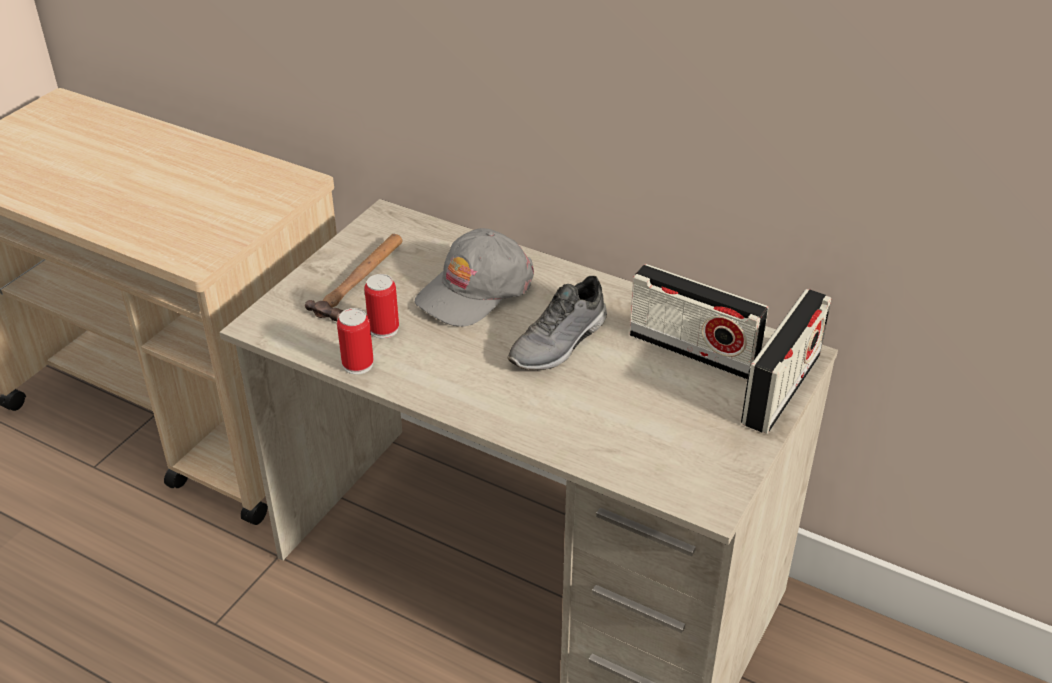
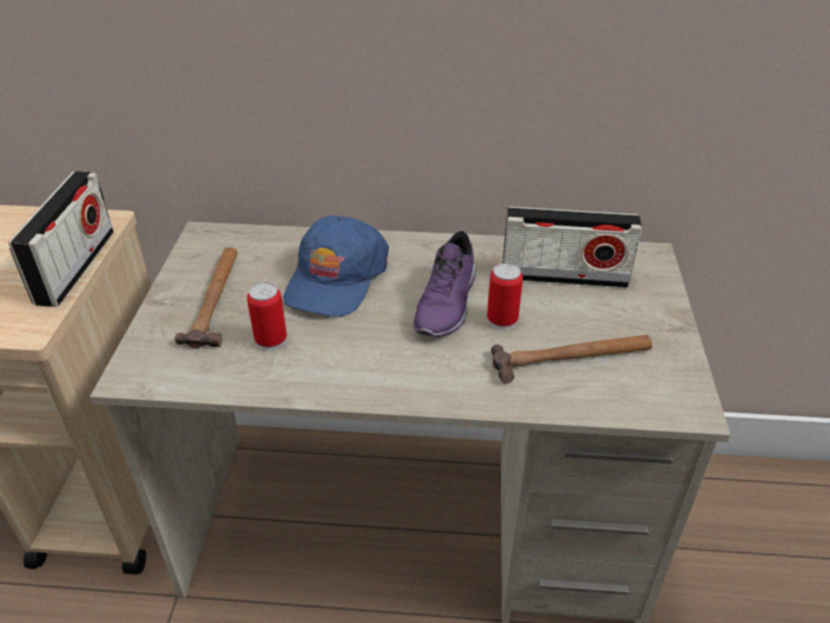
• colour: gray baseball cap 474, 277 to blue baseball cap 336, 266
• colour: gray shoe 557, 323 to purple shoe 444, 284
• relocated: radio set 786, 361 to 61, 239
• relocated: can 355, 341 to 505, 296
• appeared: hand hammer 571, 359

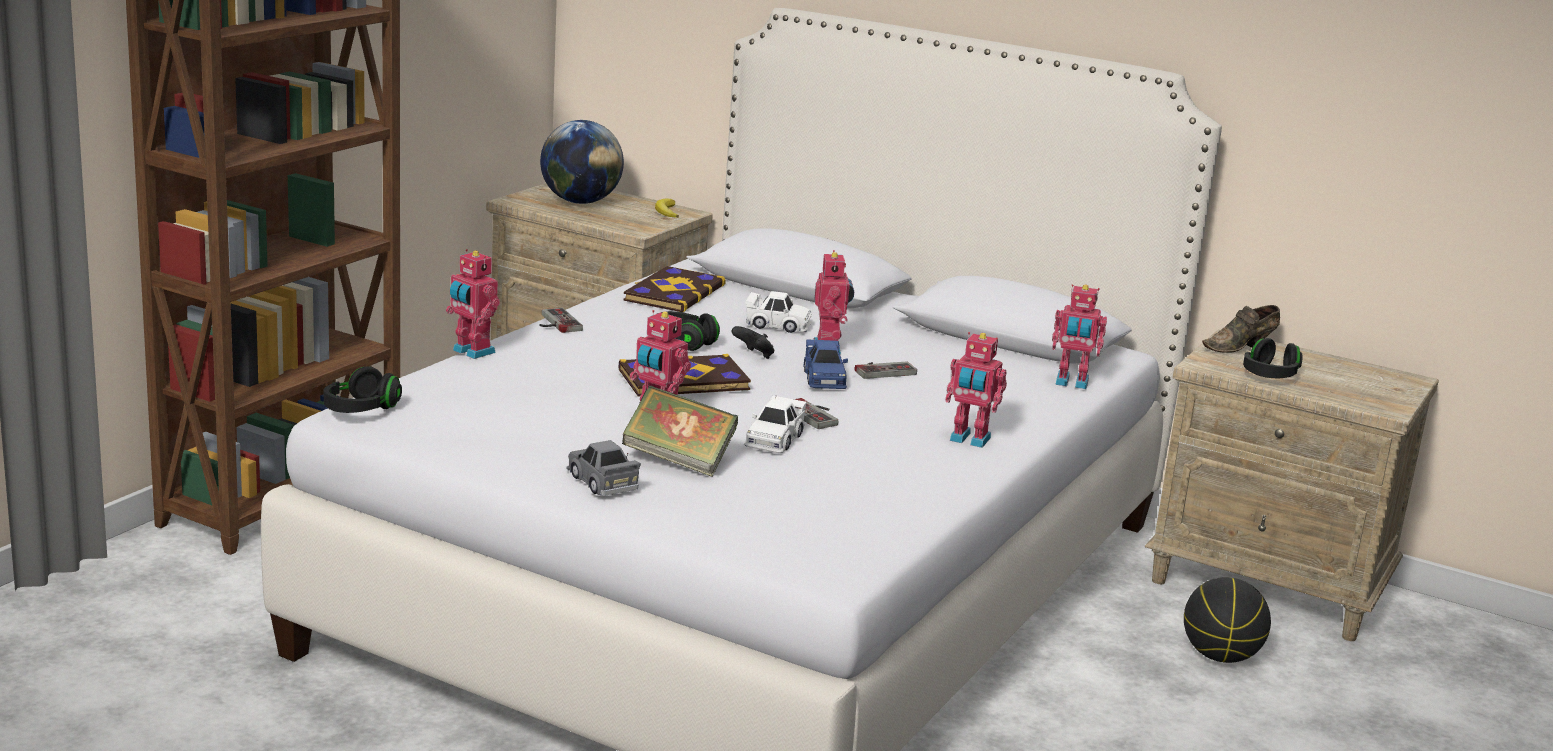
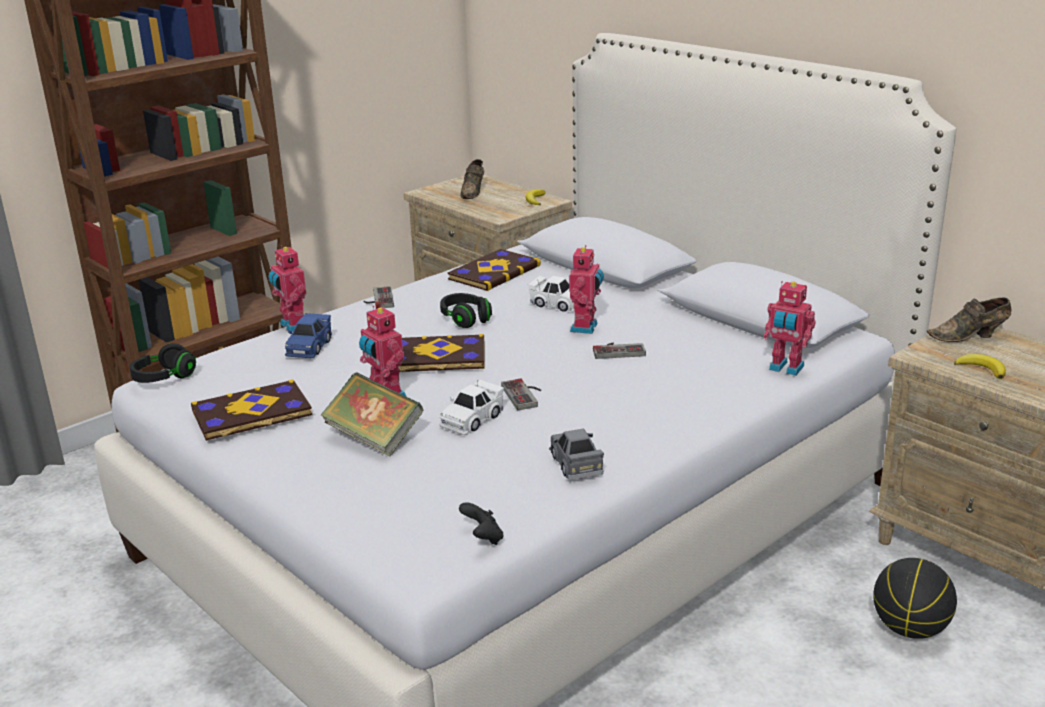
• exchanged: globe 582, 162 to brown shoe 472, 179
• relocated: black game controller 753, 342 to 481, 523
• missing: robot figure 976, 390
• relocated: blue toy car 825, 363 to 308, 335
• exchanged: black headset 1273, 358 to banana fruit 980, 366
• relocated: gray toy car 603, 468 to 576, 454
• appeared: bound book 252, 410

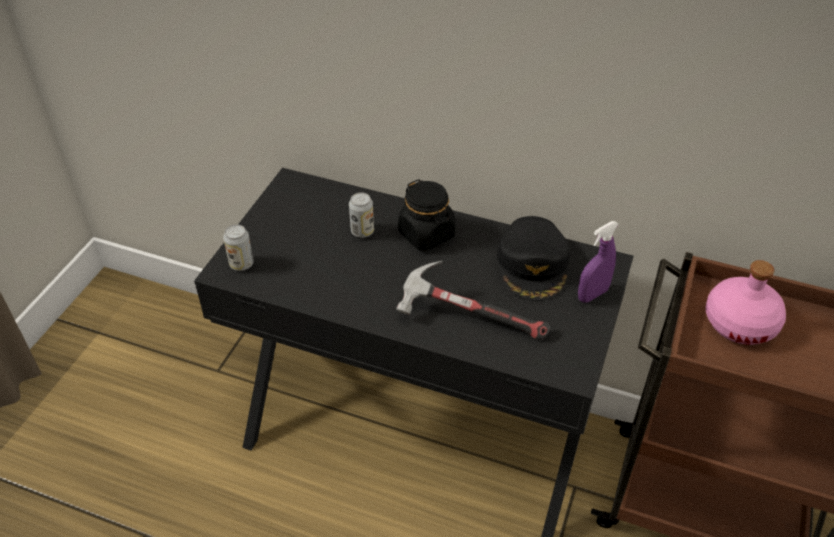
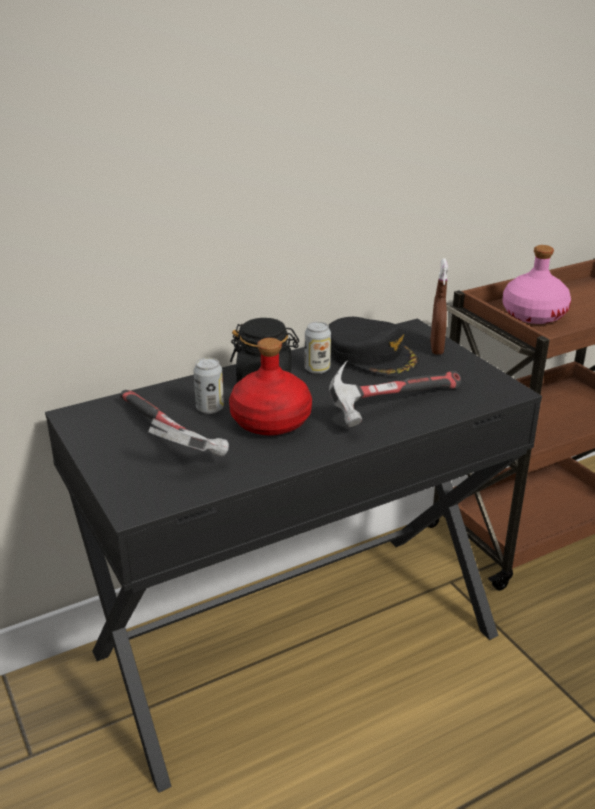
• colour: purple spray bottle 598, 262 to brown spray bottle 439, 306
• relocated: can 238, 247 to 318, 348
• appeared: red-coloured beverage bottle 270, 387
• appeared: hand hammer 174, 423

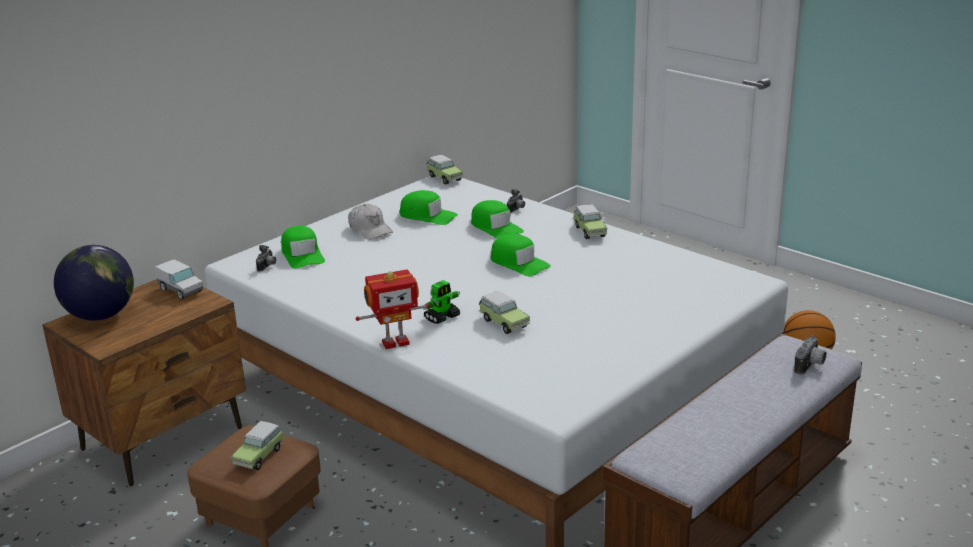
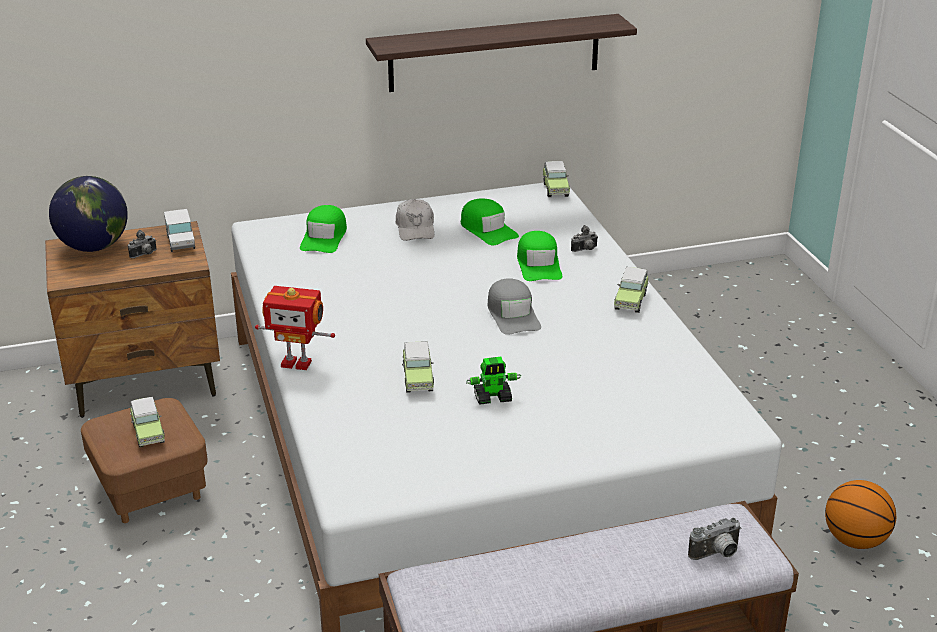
• colour: greenish baseball cap 521, 255 to gray baseball cap 514, 306
• relocated: photo camera 266, 258 to 142, 244
• relocated: robot figure 441, 302 to 493, 381
• spun: toy car 257, 445 = 147, 422 75 degrees counterclockwise
• appeared: shelf 501, 53

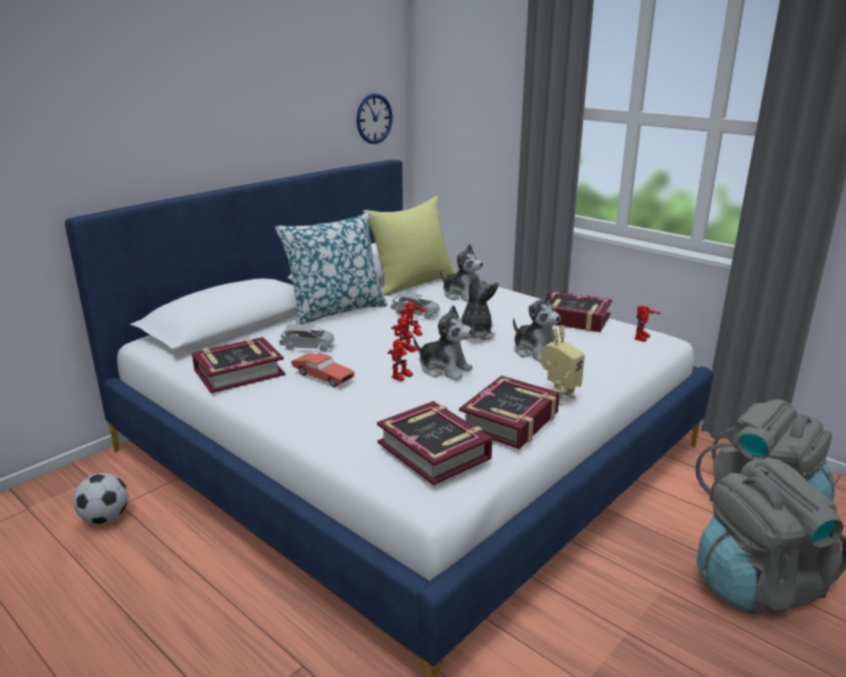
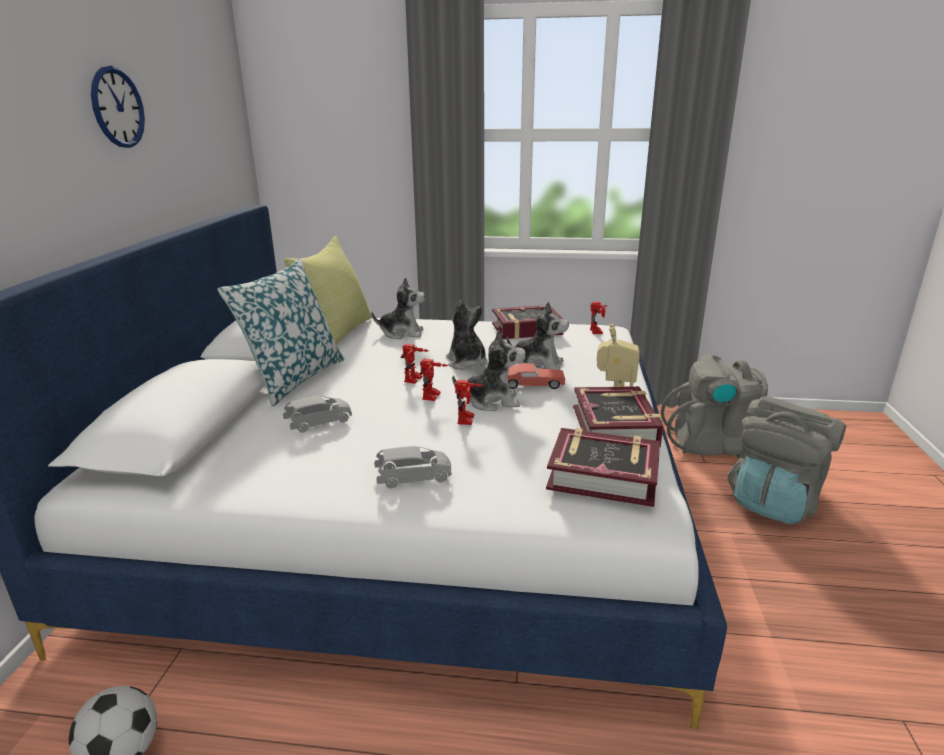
• relocated: hanging clock 374, 118 to 118, 106
• relocated: gray toy car 415, 305 to 413, 467
• missing: bound book 238, 365
• relocated: red-coloured toy car 323, 370 to 536, 376

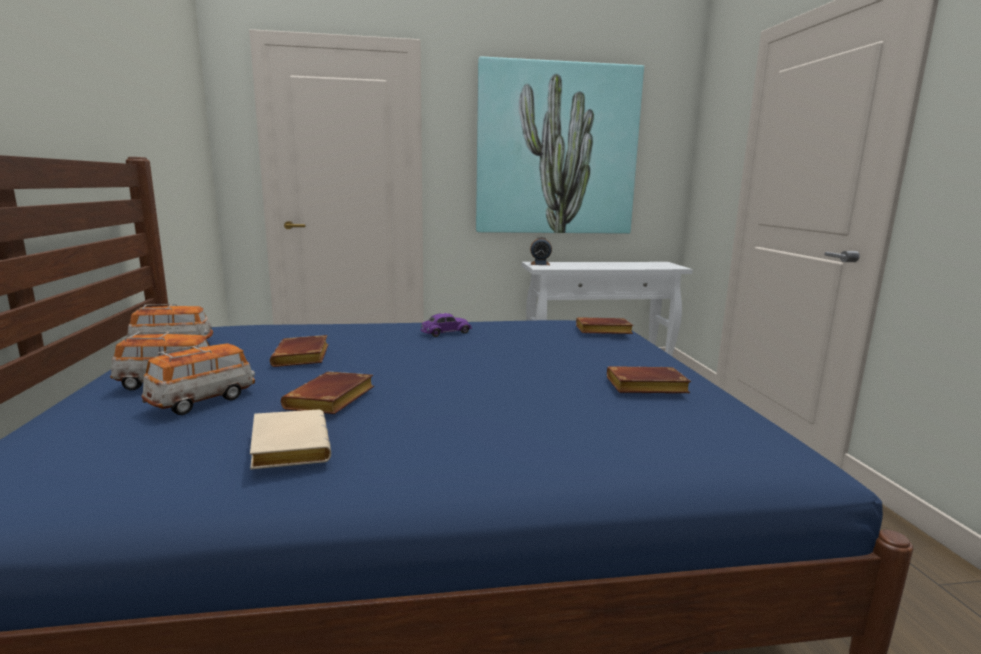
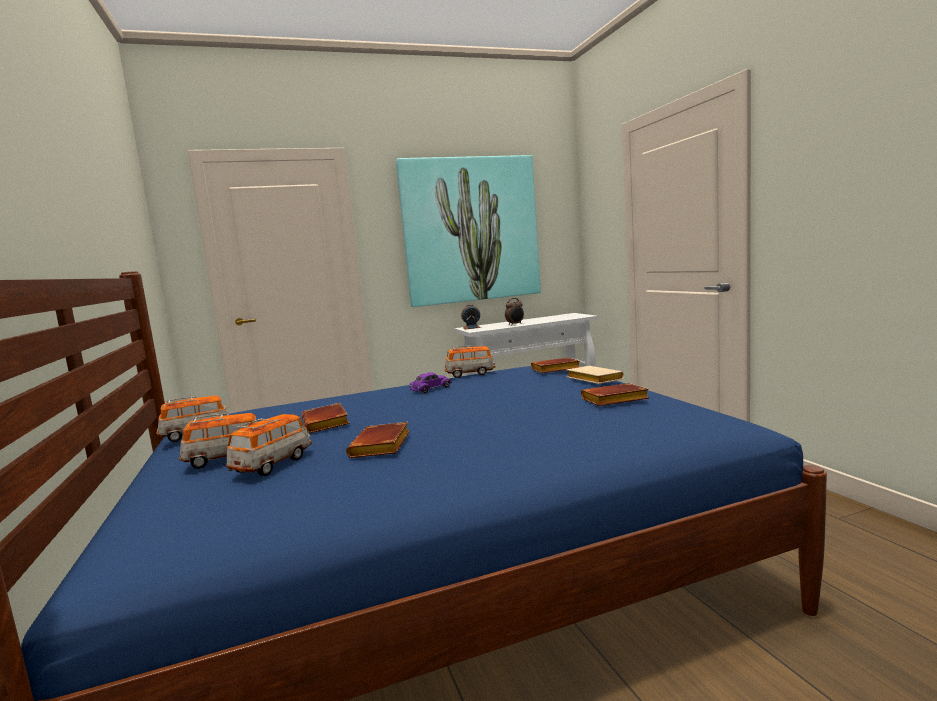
• relocated: beige bound book 290, 439 to 595, 375
• appeared: alarm clock 514, 311
• appeared: toy car 470, 362

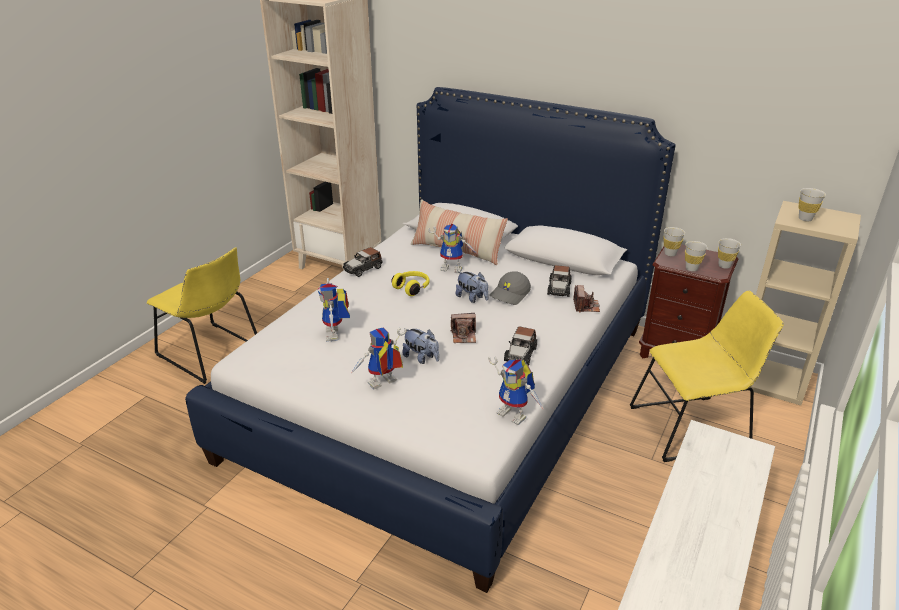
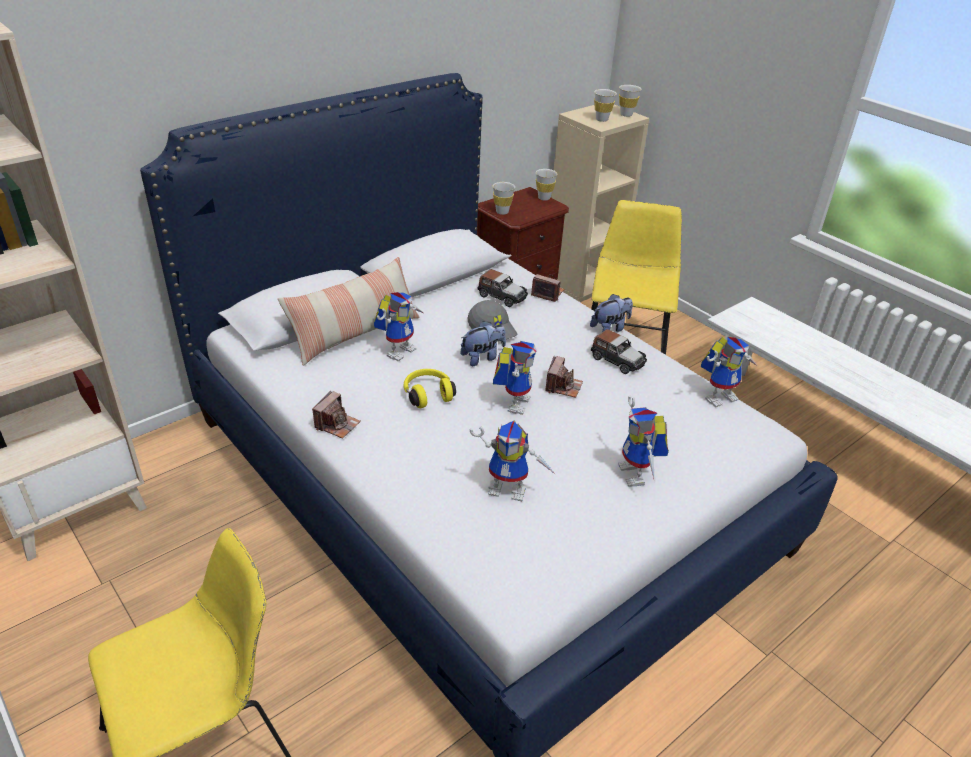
• relocated: white-coloured cup 696, 256 to 630, 101
• exchanged: toy car 363, 262 to photo camera 336, 415
• relocated: cuddly toy 420, 346 to 611, 313
• appeared: robot figure 515, 378

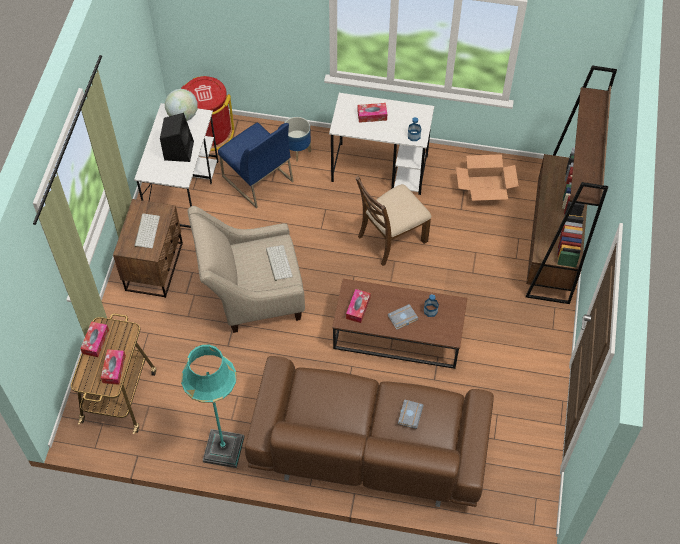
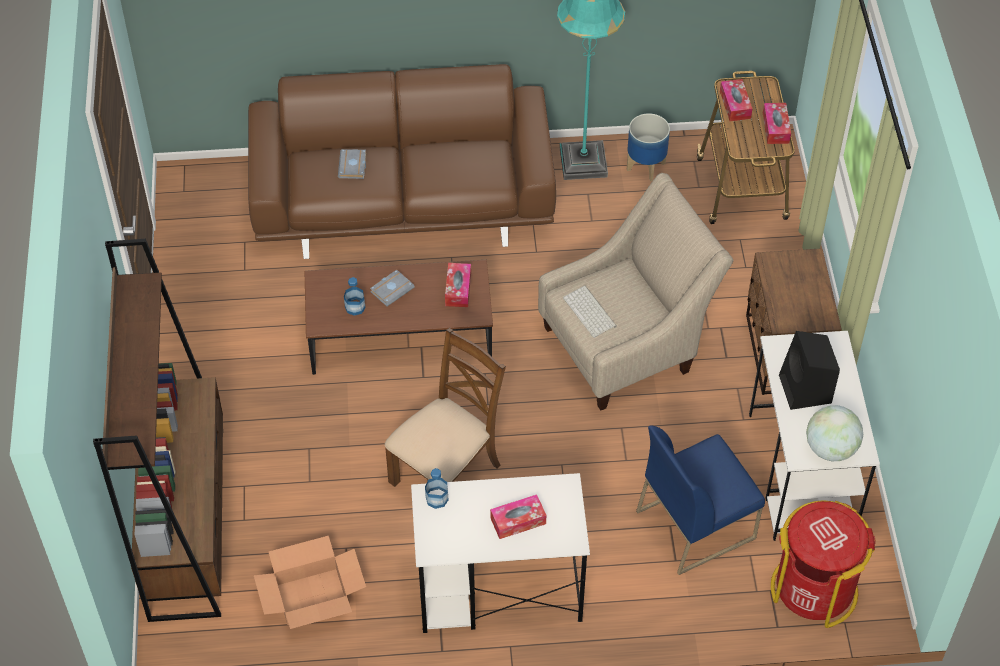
• relocated: planter 298, 139 to 648, 147
• spun: blue plain chair 256, 165 = 700, 500 60 degrees counterclockwise
• missing: computer keyboard 147, 230

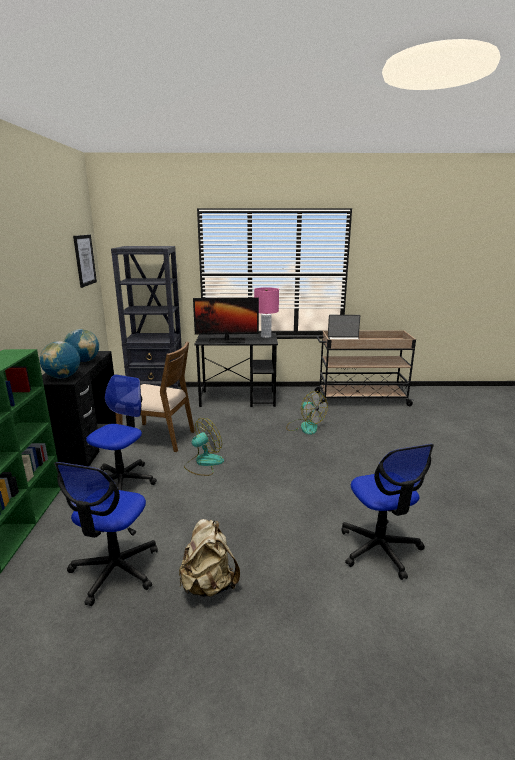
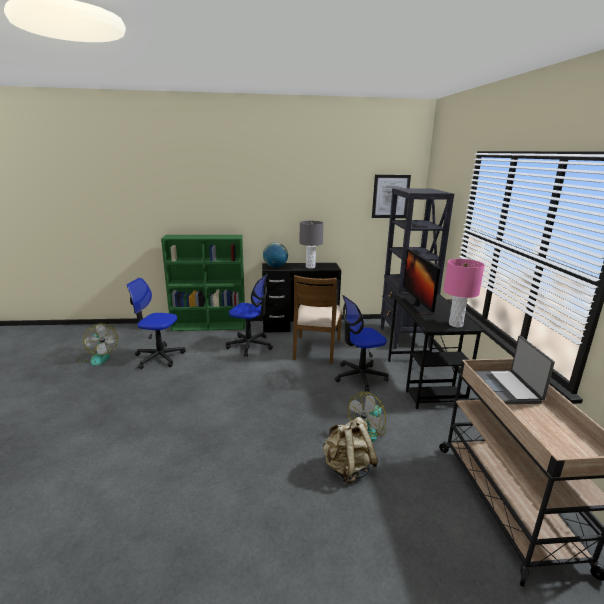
• exchanged: globe 81, 345 to gray lamp for a table 311, 245
• relocated: fan 204, 447 to 97, 344
• relocated: computer chair 387, 512 to 362, 343
• relocated: beige rucksack 209, 558 to 350, 450

